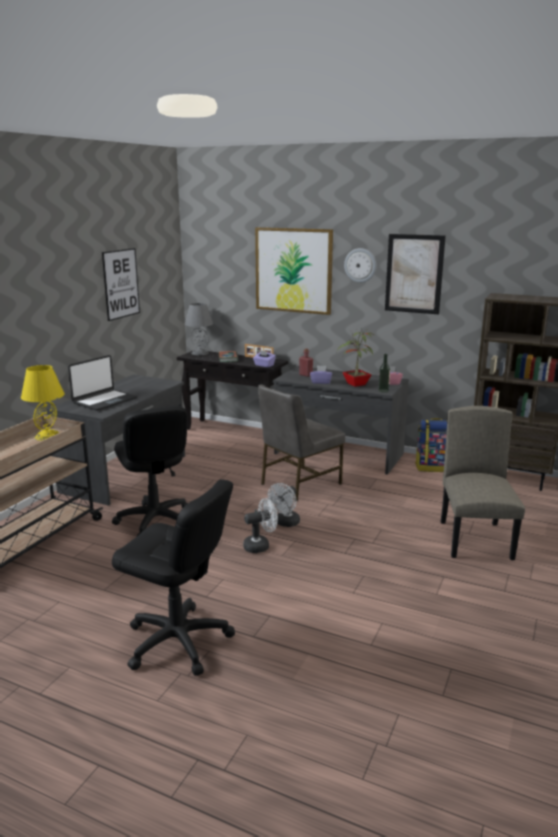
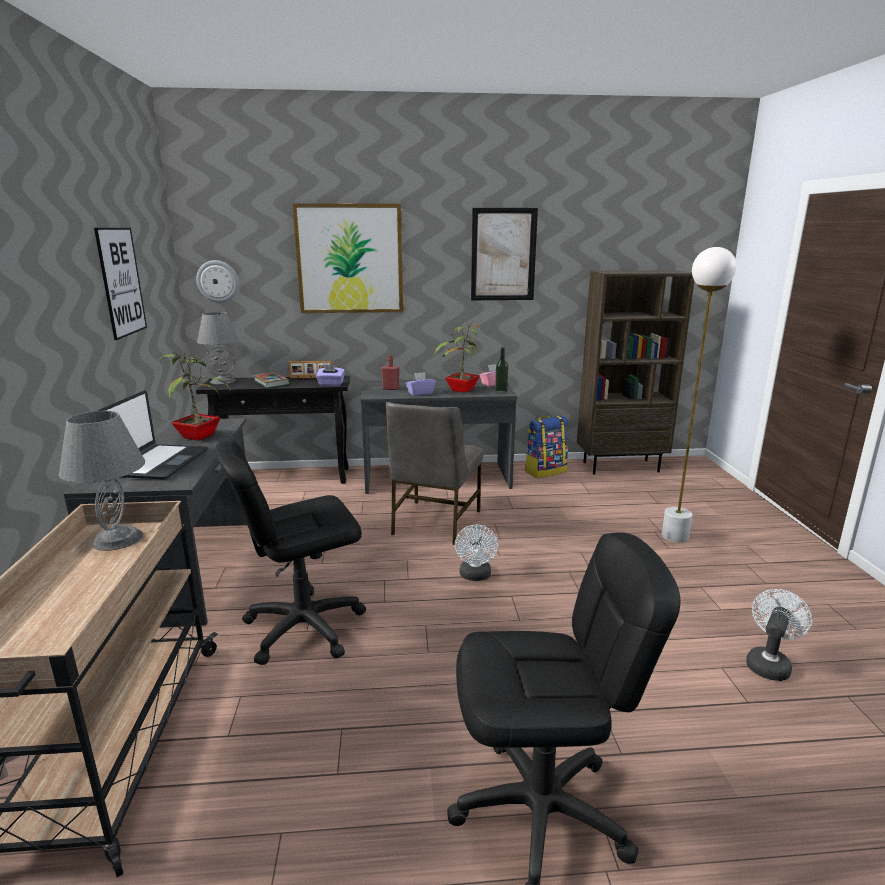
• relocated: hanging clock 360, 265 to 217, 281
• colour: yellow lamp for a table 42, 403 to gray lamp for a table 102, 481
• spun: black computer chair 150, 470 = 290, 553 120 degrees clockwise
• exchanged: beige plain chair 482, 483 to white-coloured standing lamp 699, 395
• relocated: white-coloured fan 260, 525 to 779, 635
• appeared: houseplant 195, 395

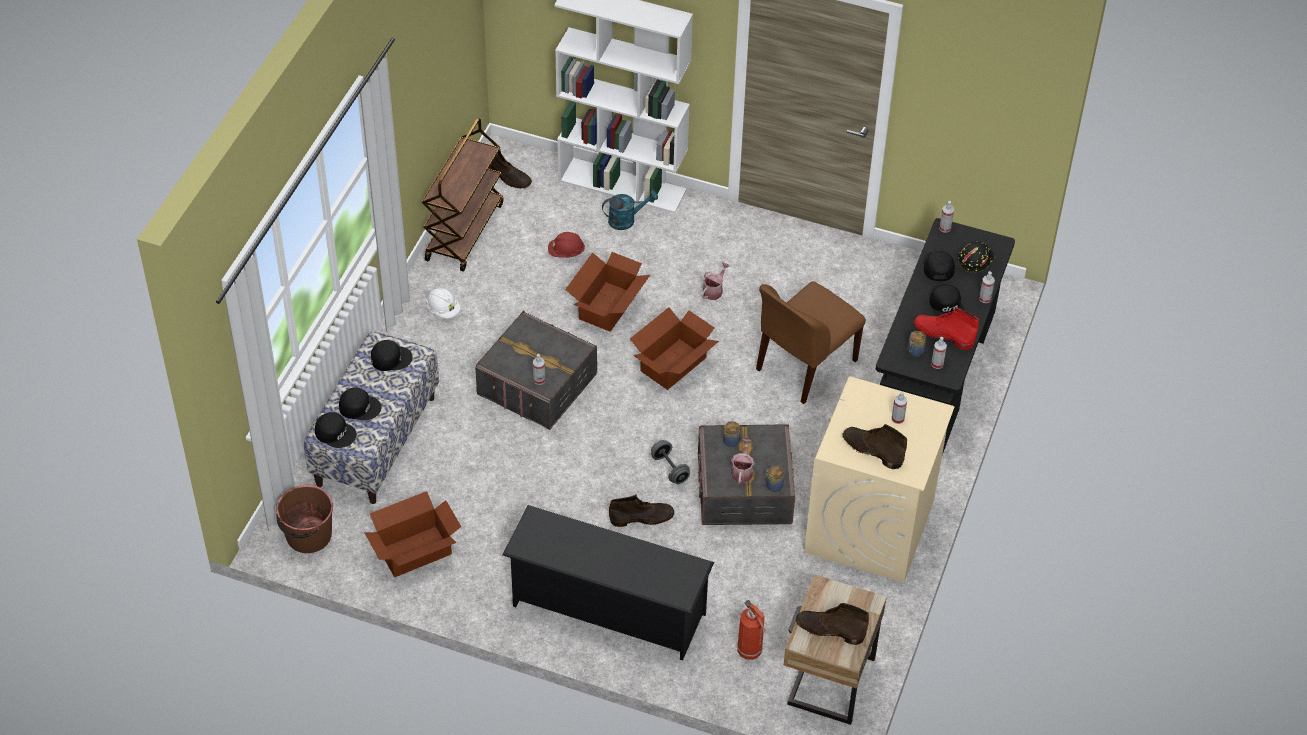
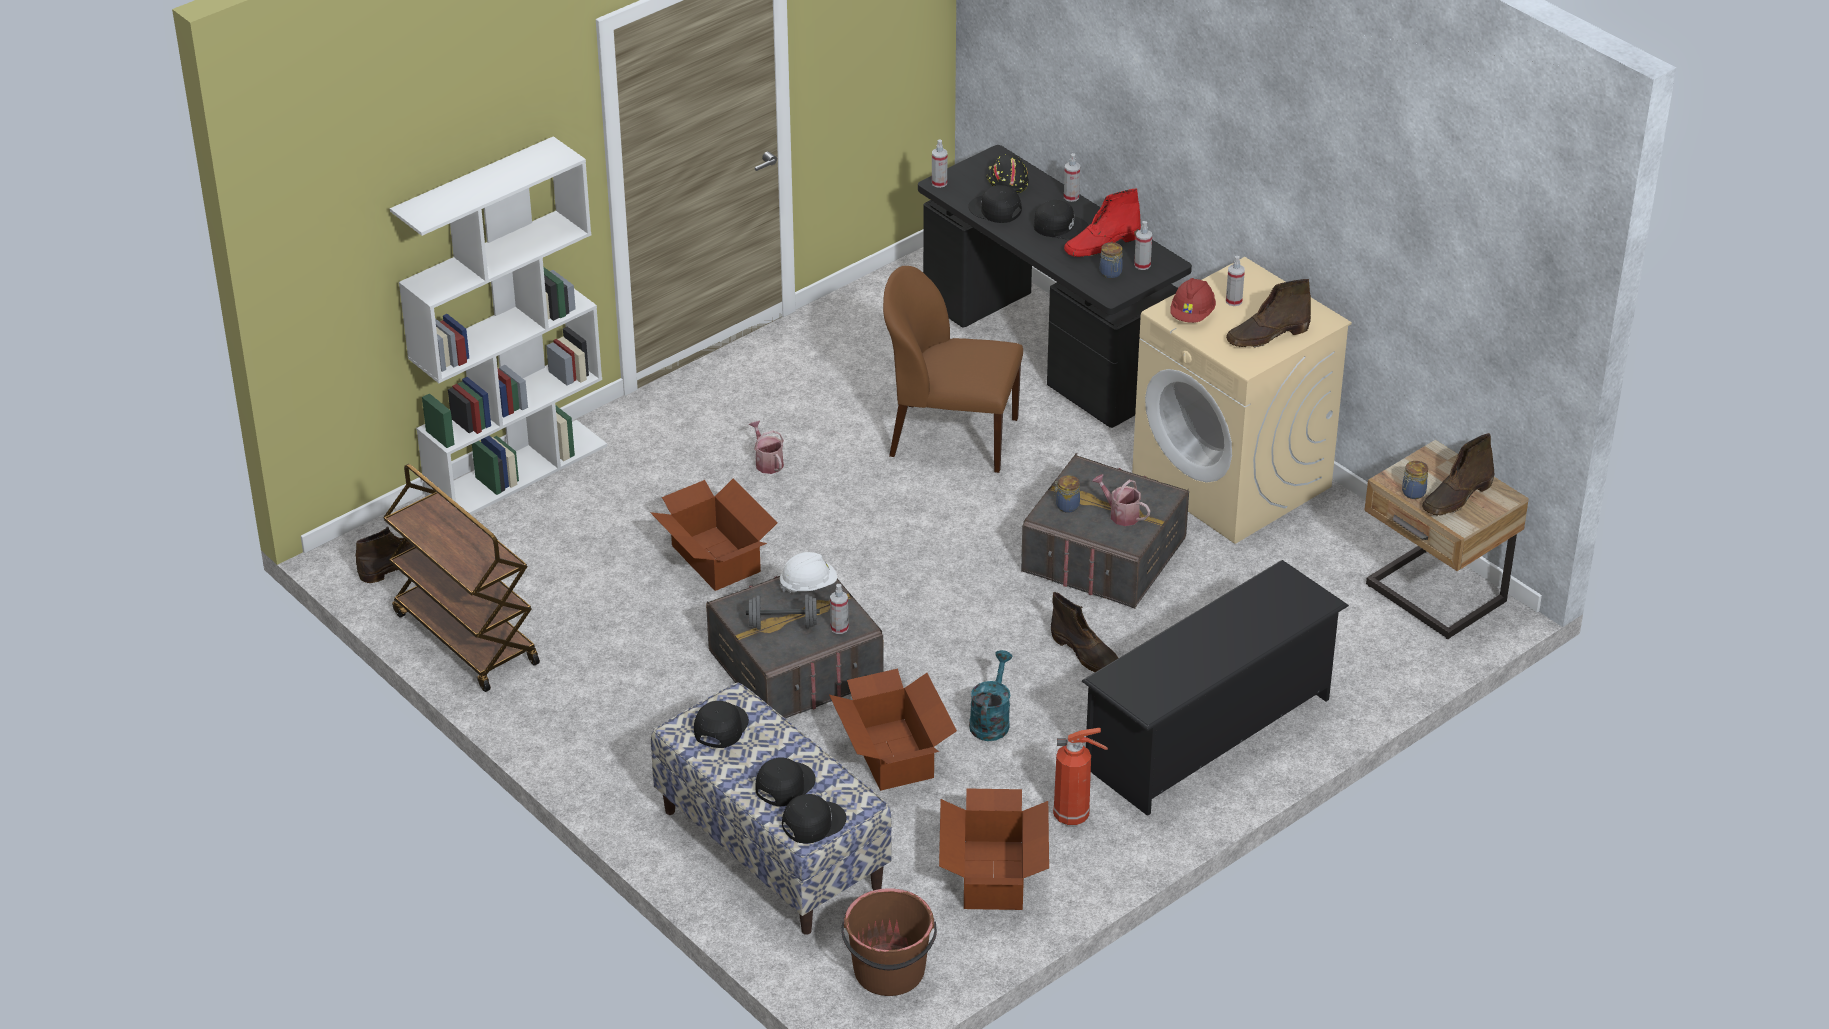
• relocated: turquoise-coloured watering pot 630, 210 to 991, 695
• relocated: red-coloured work helmet 566, 245 to 1193, 300
• spun: brown plain chair 811, 342 = 953, 369 120 degrees clockwise
• relocated: white-coloured work helmet 443, 303 to 808, 572
• relocated: cardboard box 674, 348 to 893, 730
• relocated: gray hand weight 670, 462 to 783, 612
• relocated: jar 774, 479 to 1415, 480
• spun: brown tall boot 641, 510 = 1084, 632 120 degrees clockwise
• relocated: extinguisher 751, 630 to 1080, 776

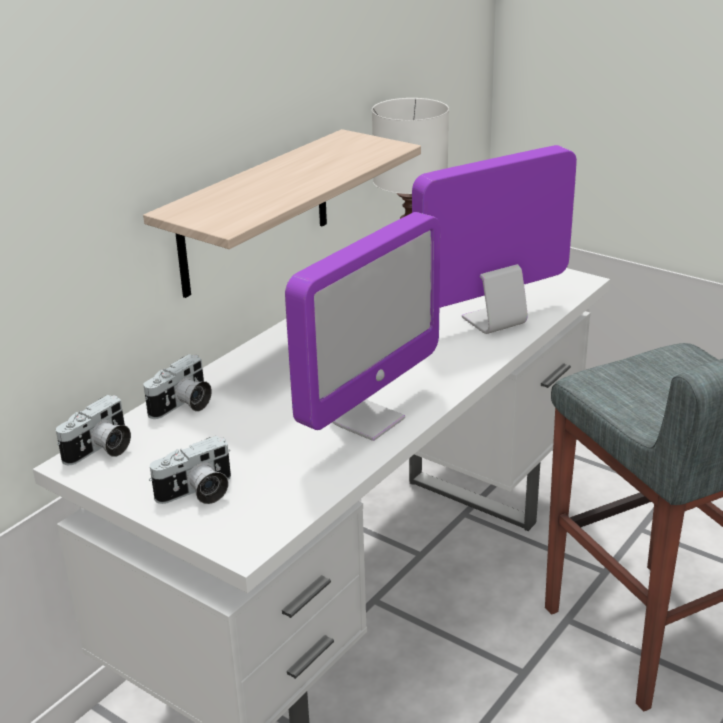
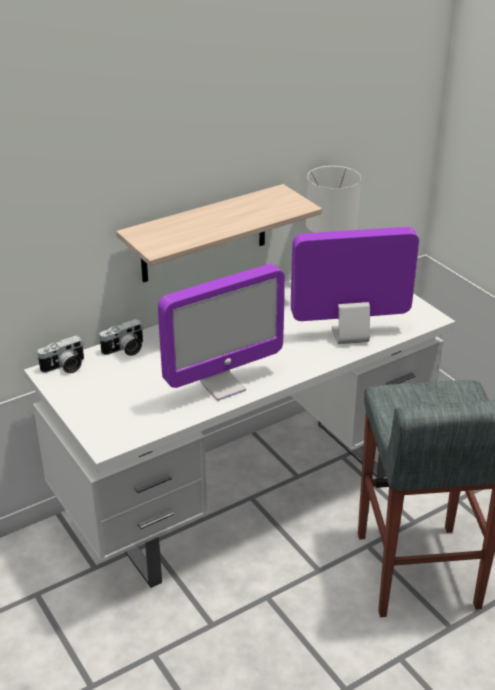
• missing: photo camera 190, 470

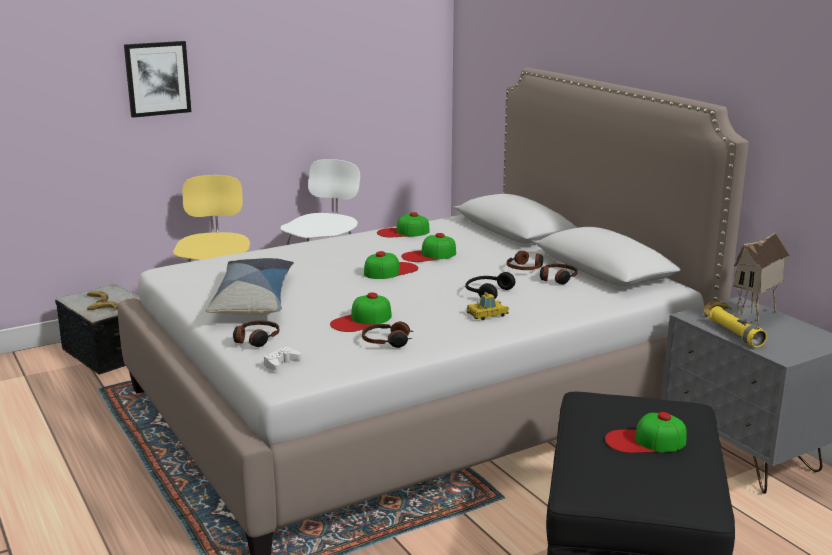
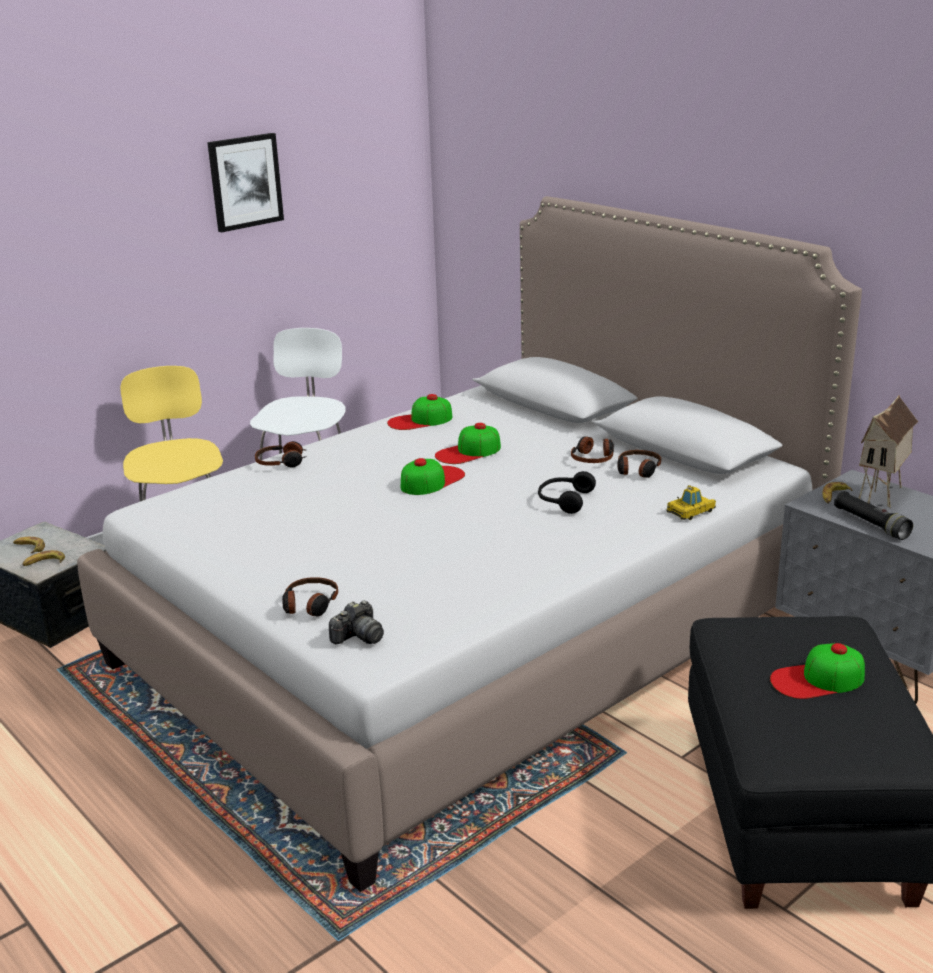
• relocated: wall picture 157, 79 to 245, 182
• missing: cushion 250, 287
• relocated: toy car 487, 306 to 691, 502
• missing: baseball cap 361, 312
• colour: yellow torch 738, 326 to black torch 873, 515
• relocated: headset 388, 335 to 281, 454
• exchanged: white-coloured game controller 283, 359 to photo camera 356, 622

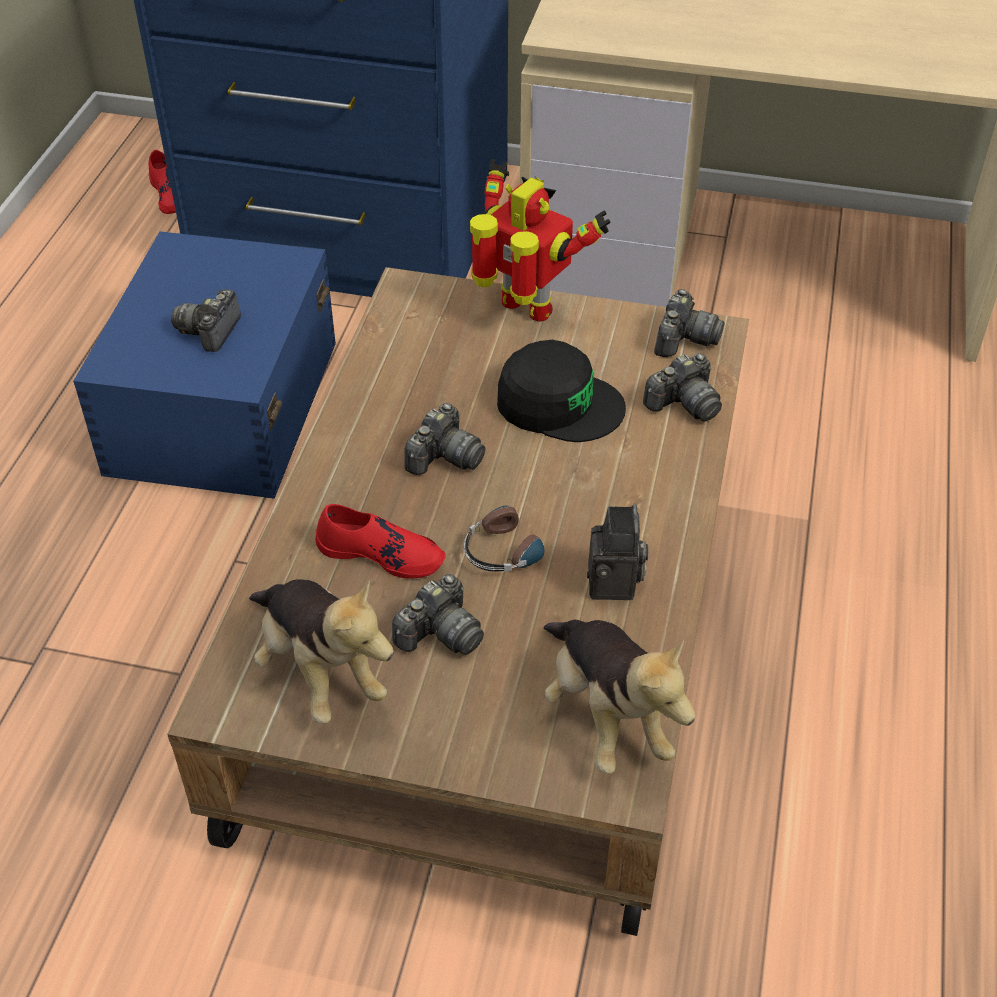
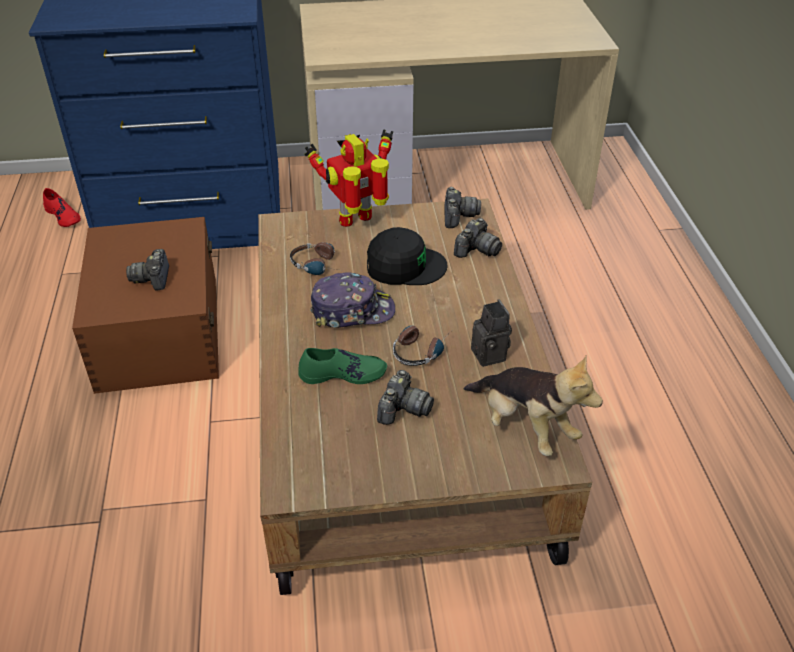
• spun: robot figure 540, 240 = 349, 178 45 degrees counterclockwise
• colour: blue storage bin 204, 365 to brown storage bin 145, 305
• exchanged: photo camera 444, 439 to baseball cap 352, 300
• colour: red-coloured shoe 380, 541 to greenish shoe 342, 366
• missing: cuddly toy 321, 651
• appeared: headset 313, 258

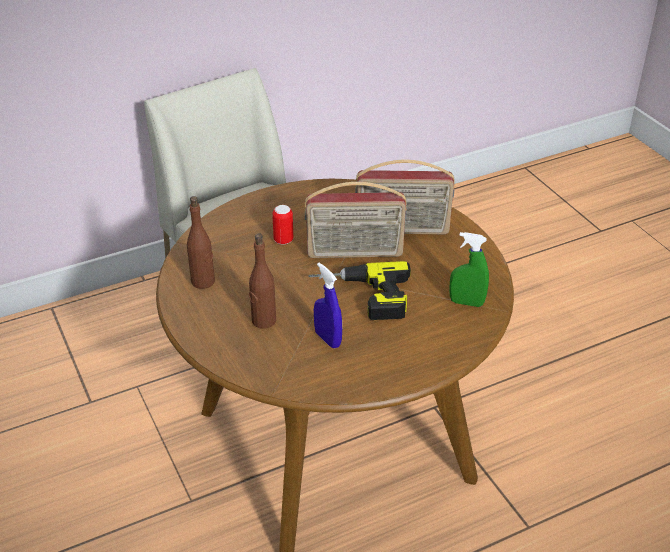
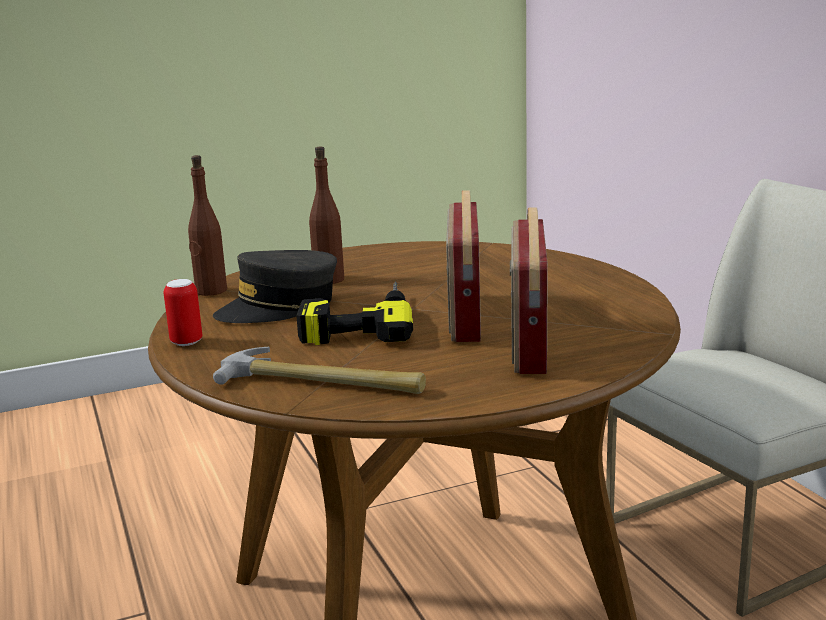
• relocated: brown beverage bottle 201, 242 to 207, 225
• relocated: can 282, 225 to 183, 312
• exchanged: greenish spray bottle 469, 269 to hand hammer 319, 370
• exchanged: blue spray bottle 328, 305 to gray baseball cap 275, 286

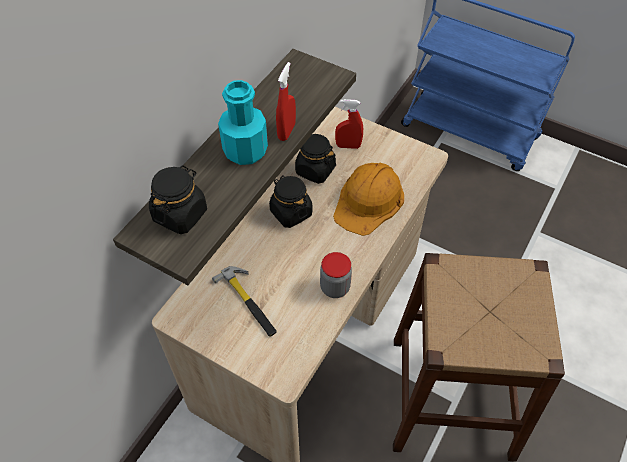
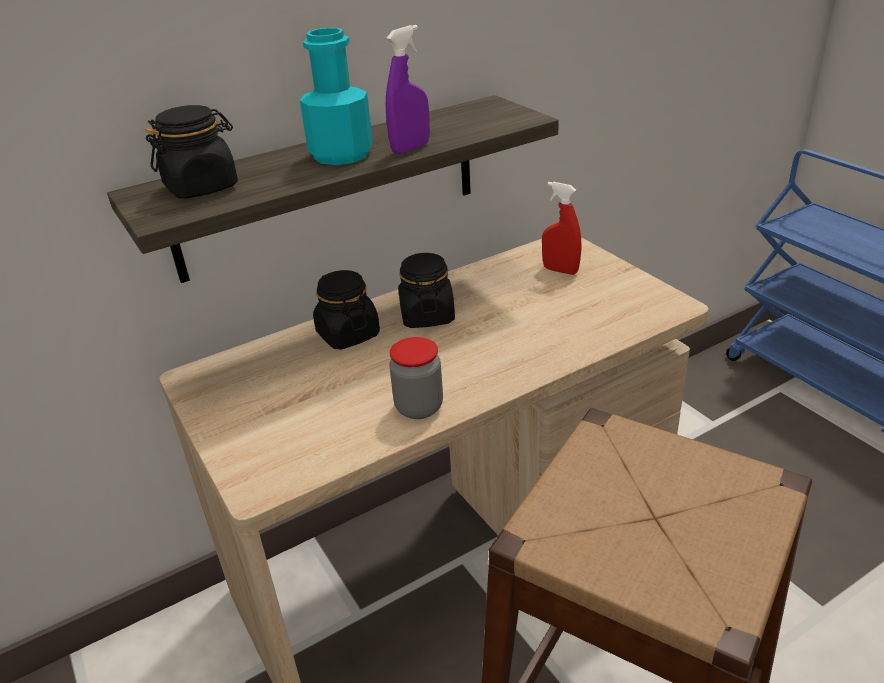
• colour: red-coloured spray bottle 286, 101 to purple spray bottle 408, 89
• relocated: black jar 315, 159 to 346, 310
• missing: orangey work helmet 368, 199
• missing: hand hammer 244, 301

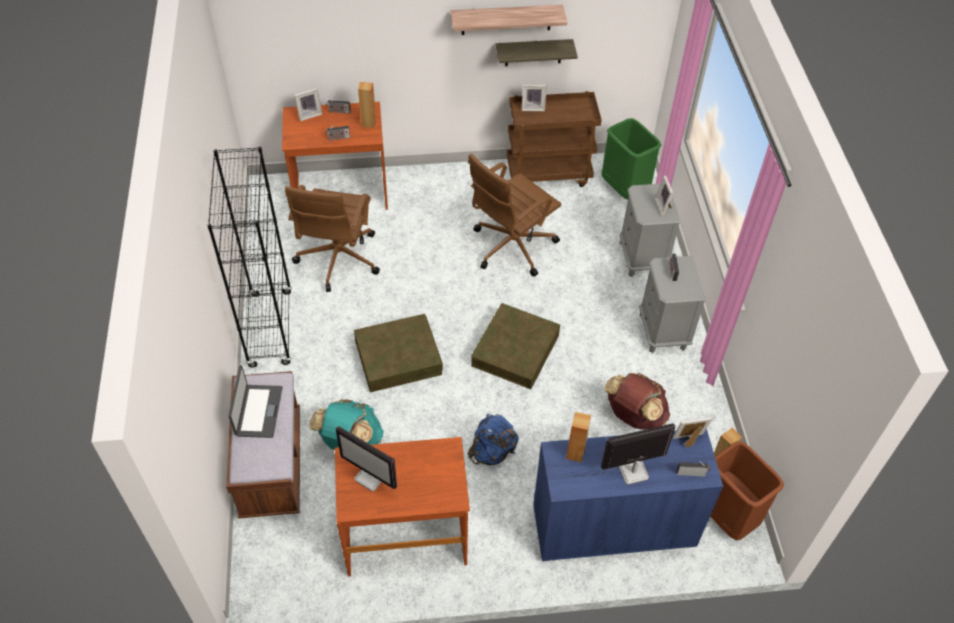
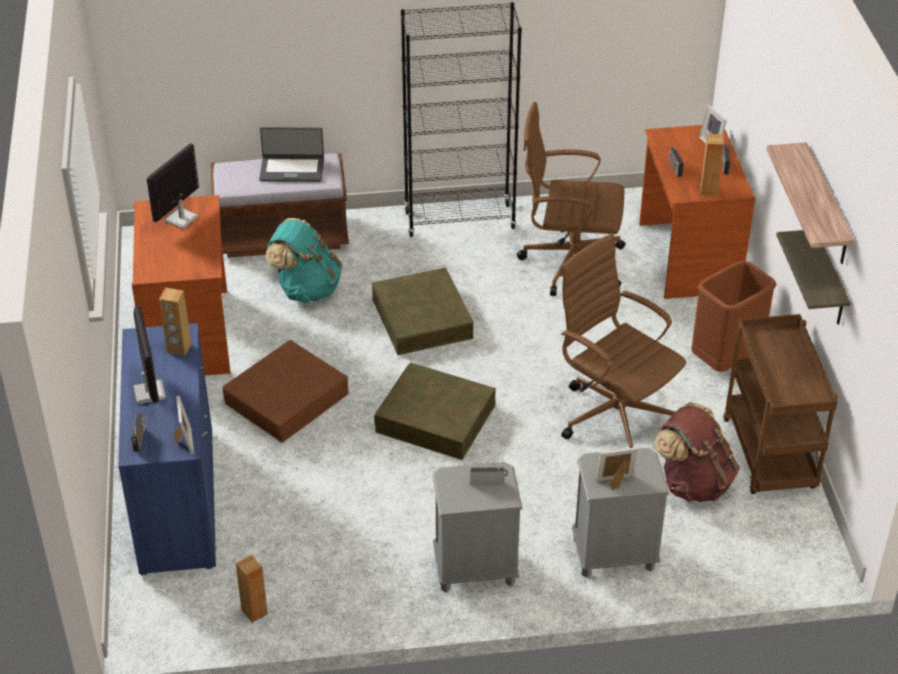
• missing: standing frame 534, 98
• missing: greenish waste bin 631, 159
• relocated: brown rucksack 637, 401 to 697, 452
• exchanged: blue rucksack 493, 439 to brown storage bin 286, 391
• relocated: brown waste bin 747, 491 to 734, 316

